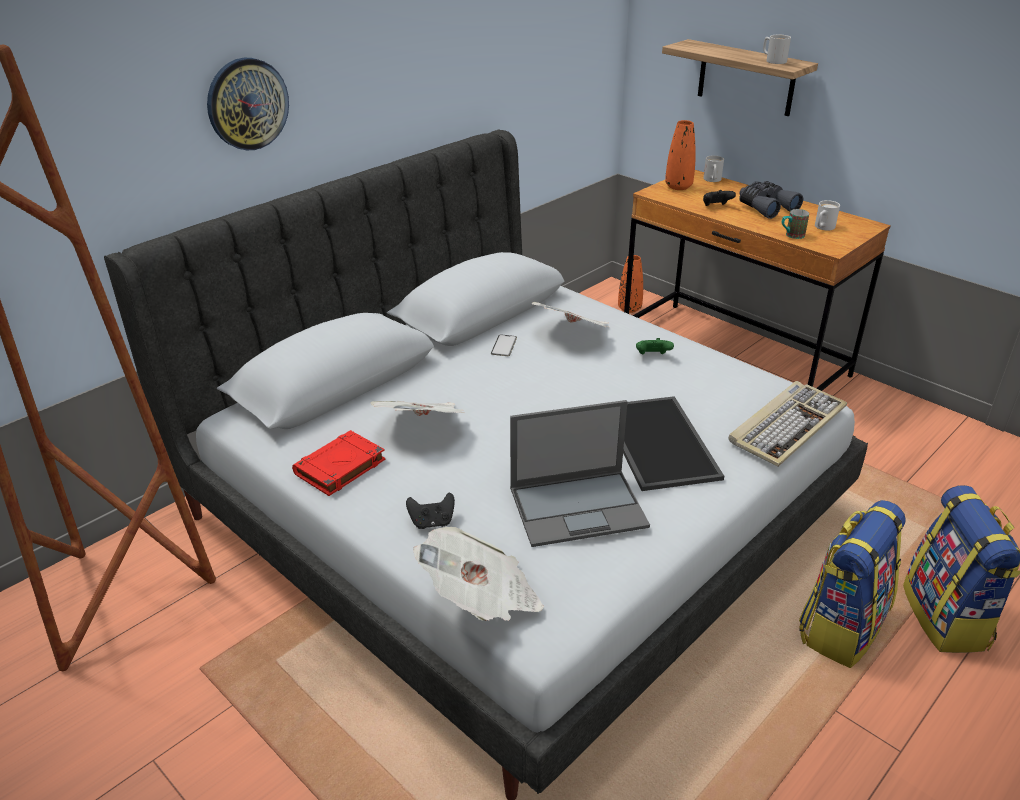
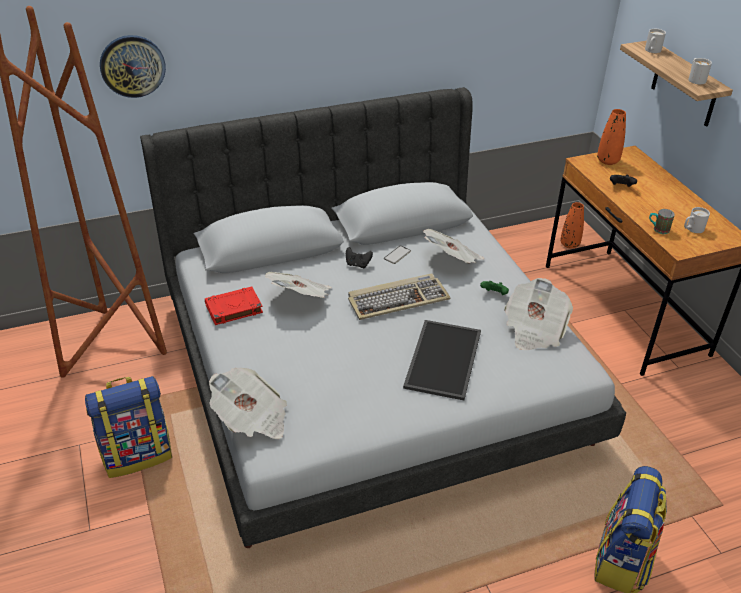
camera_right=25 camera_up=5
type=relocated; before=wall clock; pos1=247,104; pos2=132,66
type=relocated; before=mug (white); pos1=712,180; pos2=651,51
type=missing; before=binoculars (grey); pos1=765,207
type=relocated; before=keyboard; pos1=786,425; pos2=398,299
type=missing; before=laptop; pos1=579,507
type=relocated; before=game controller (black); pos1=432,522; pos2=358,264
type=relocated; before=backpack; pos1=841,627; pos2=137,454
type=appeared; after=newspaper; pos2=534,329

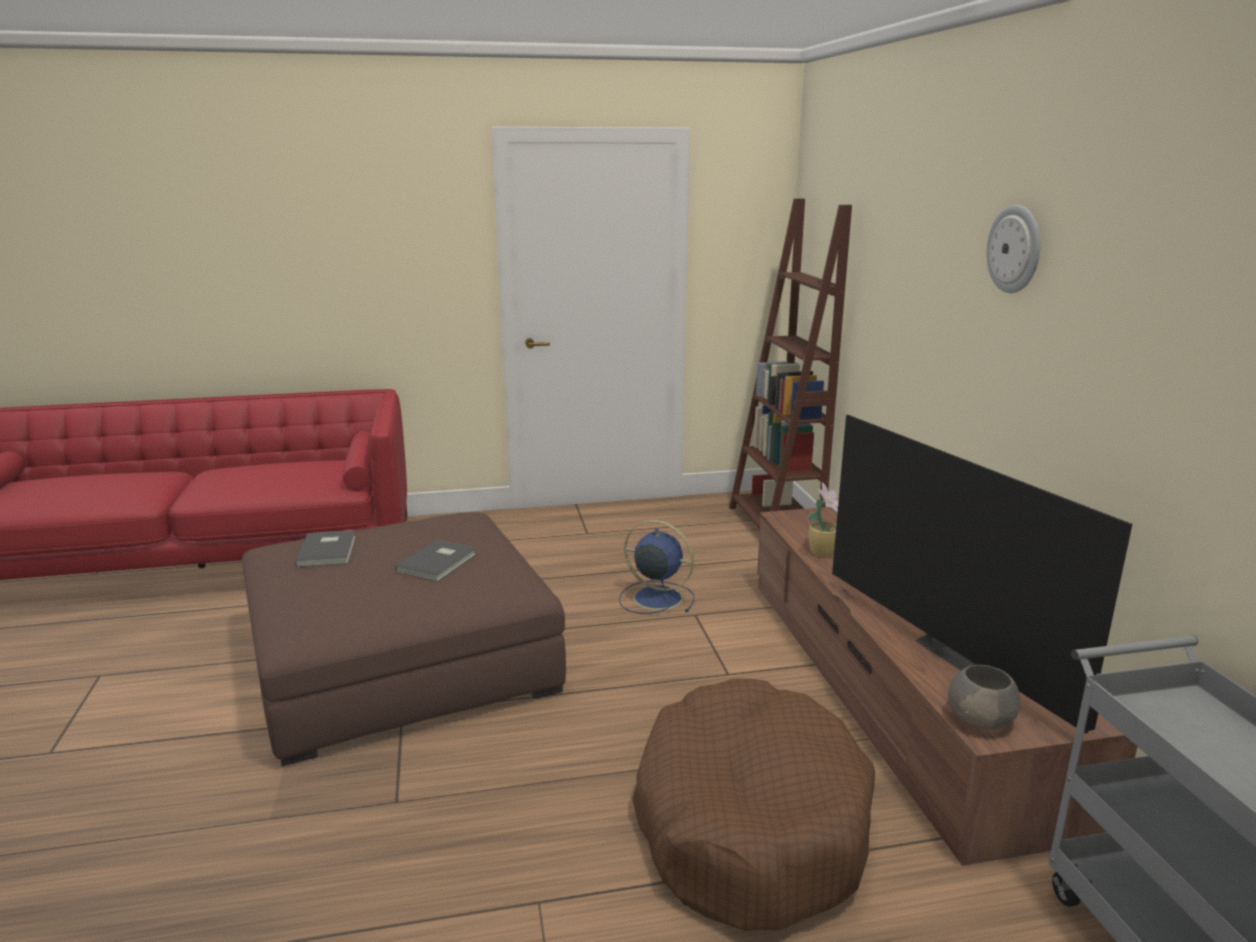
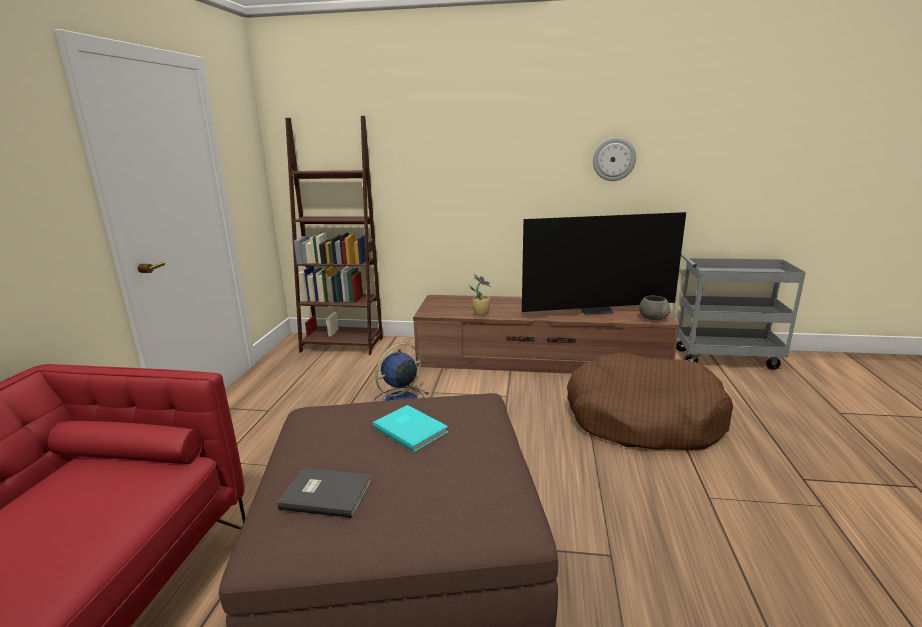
camera_right=-70 camera_up=0
type=relocated; before=wall clock; pos1=1015,249; pos2=614,159
type=colour; before=book (grey); after=book (turquoise); pos1=439,562; pos2=411,428

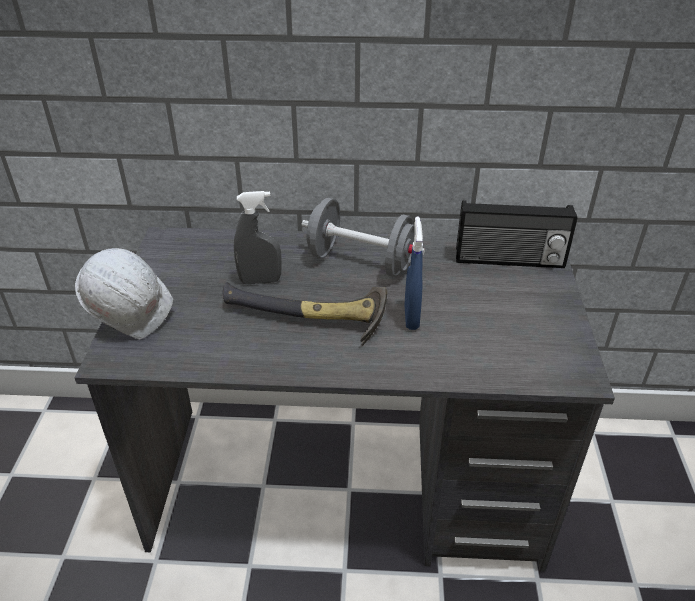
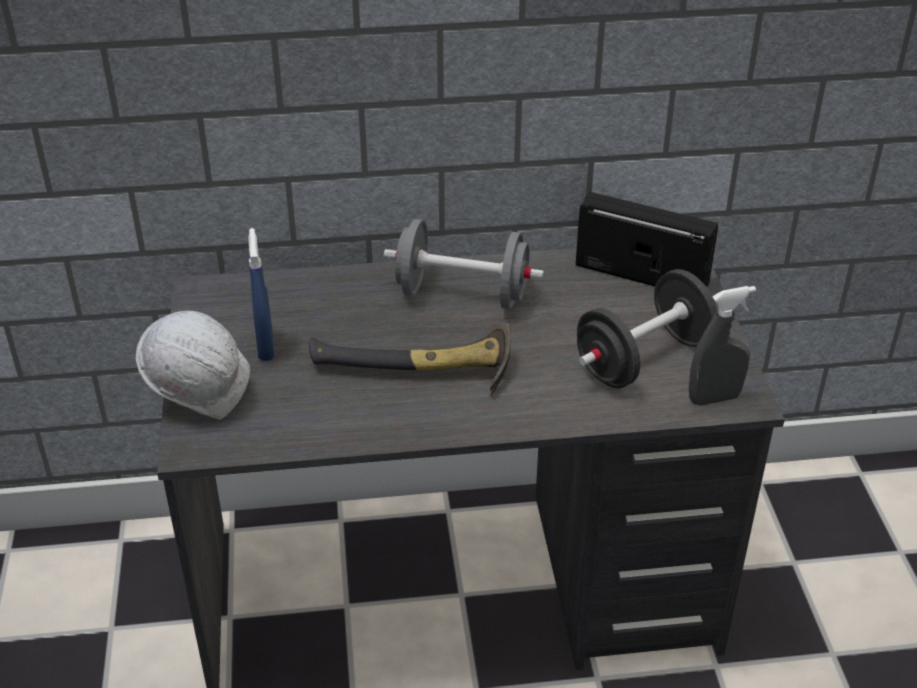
camera_right=-10 camera_up=0
type=relocated; before=spray bottle (grey); pos1=260,281; pos2=714,398
type=spun; before=radio; pos1=509,260; pos2=642,273; turn=-150
type=relocated; before=spray bottle (blue); pos1=411,317; pos2=265,347
type=appeared; after=dumbbell (black); pos2=643,359

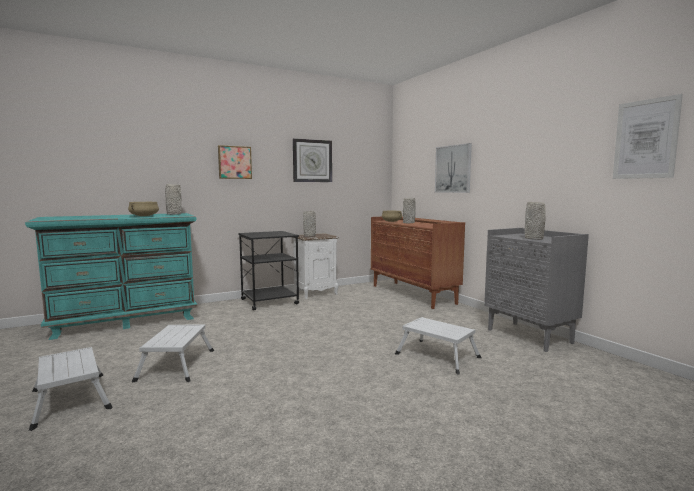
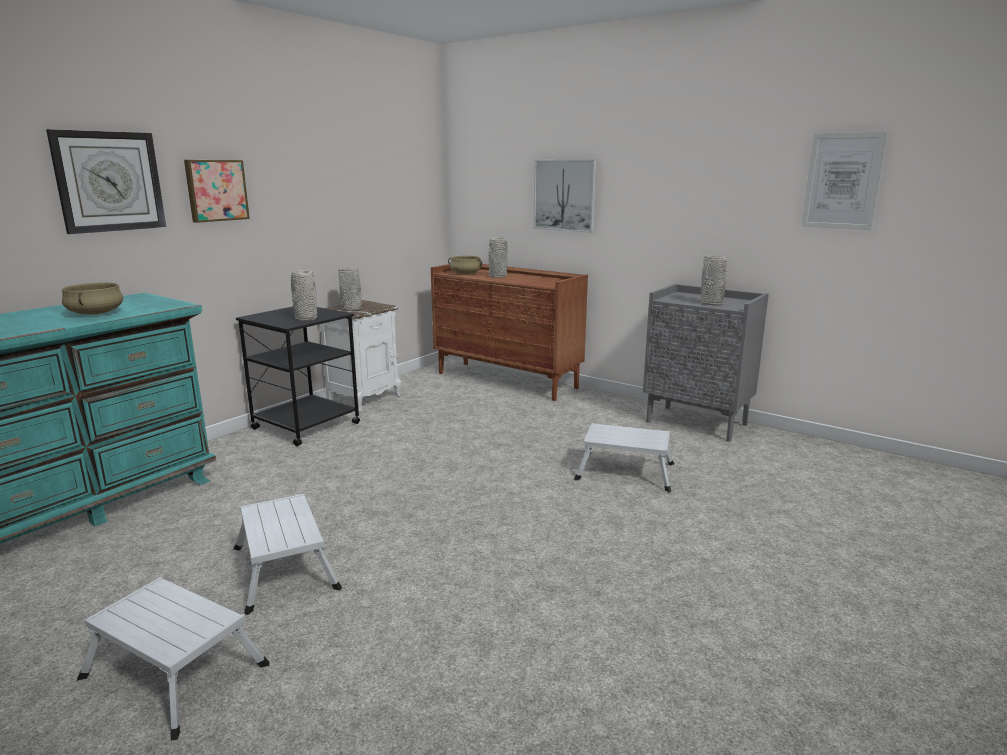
camera_right=-25 camera_up=10
type=relocated; before=wall clock; pos1=312,161; pos2=109,181
type=relocated; before=vase (grey); pos1=174,214; pos2=306,319

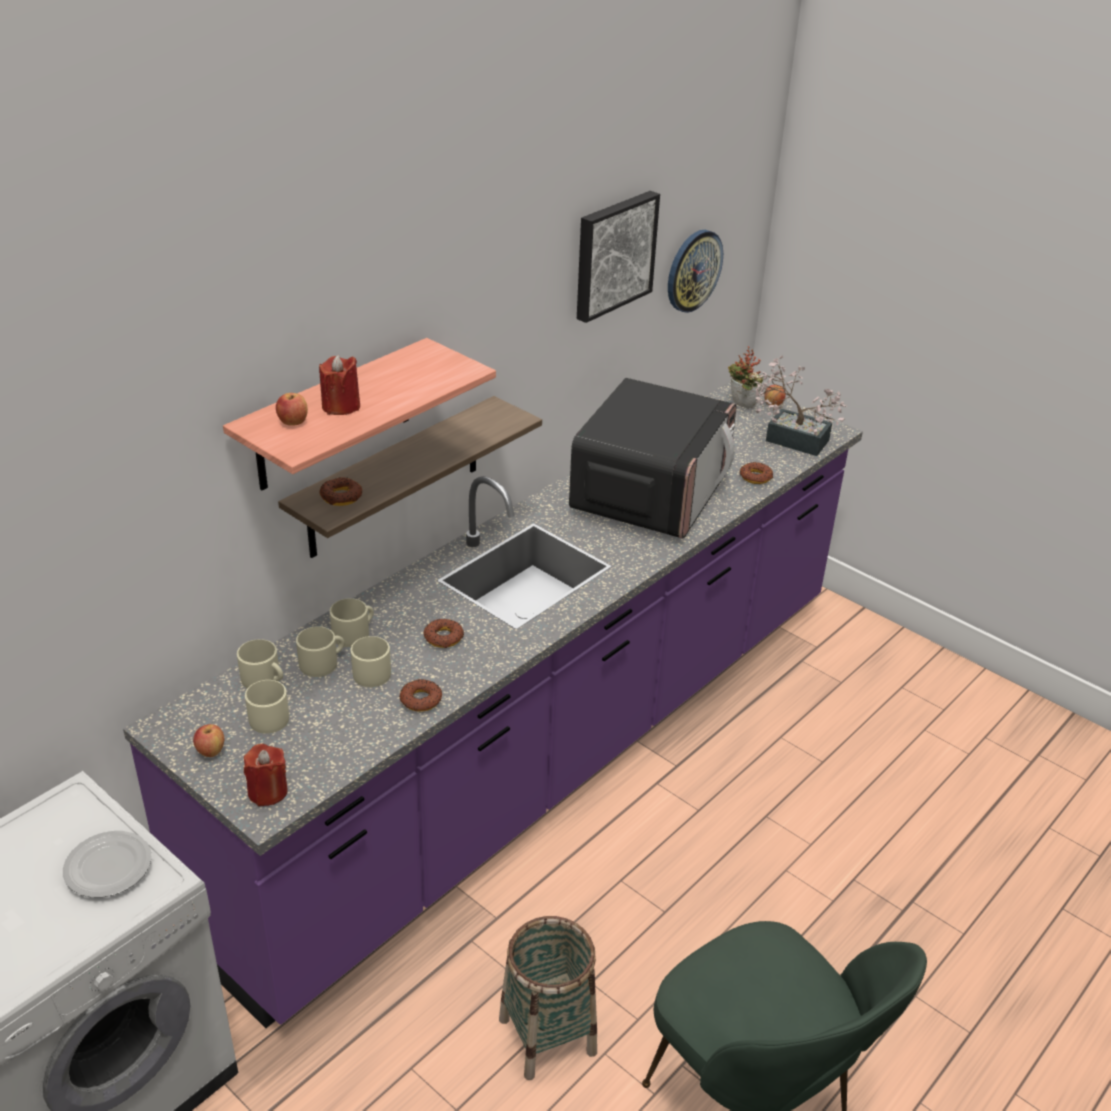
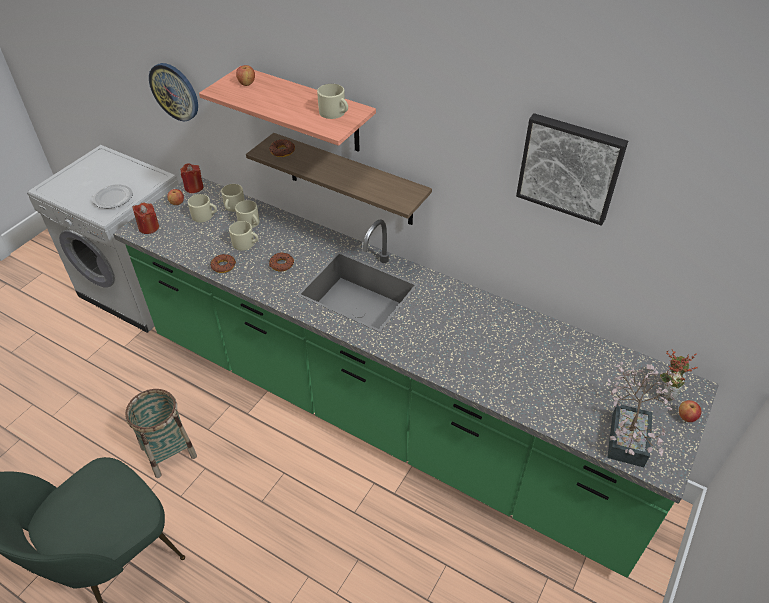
camera_right=80 camera_up=10
type=relocated; before=wall clock; pos1=693,270; pos2=174,91
type=relocated; before=candle (red); pos1=341,406; pos2=194,187
type=missing; before=microwave; pos1=650,493
type=colour; before=counter (purple); after=counter (green); pos1=547,754; pos2=384,415
type=missing; before=donut; pos1=755,477
type=relocated; before=mug (beige); pos1=354,633; pos2=335,113

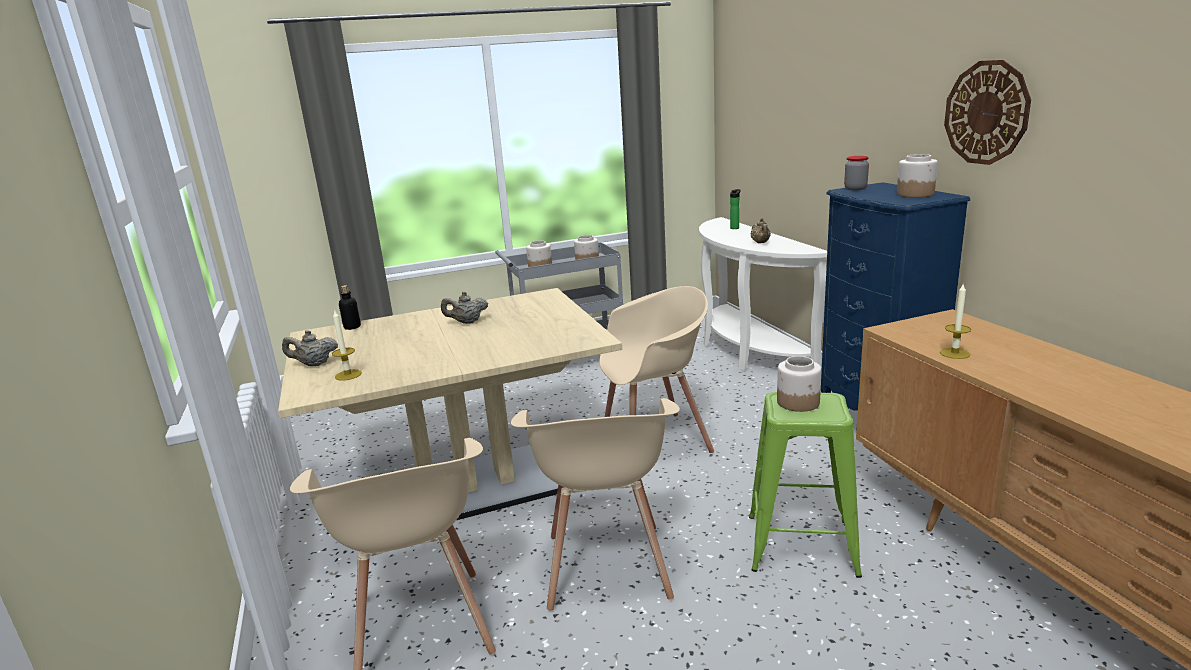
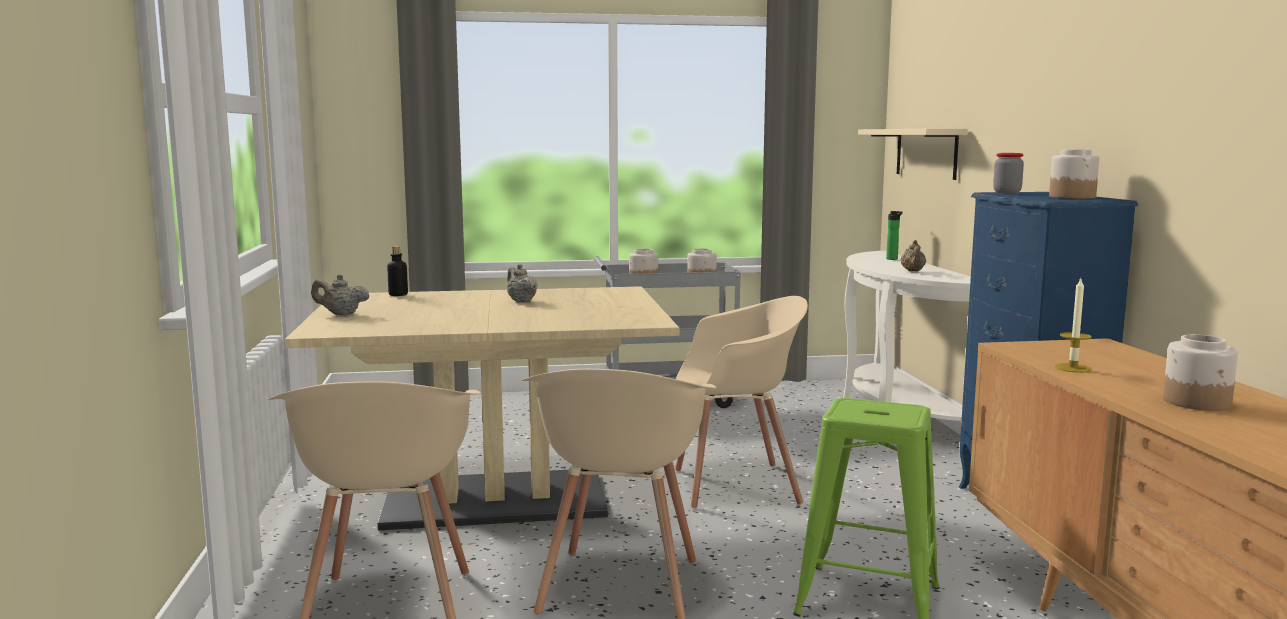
camera_right=10 camera_up=-10
type=missing; before=wall clock; pos1=986,113
type=spun; before=teapot (beige); pos1=467,322; pos2=521,301; turn=60
type=missing; before=candle; pos1=348,375
type=relocated; before=jar; pos1=798,402; pos2=1197,402
type=appeared; after=shelf (beige); pos2=926,153

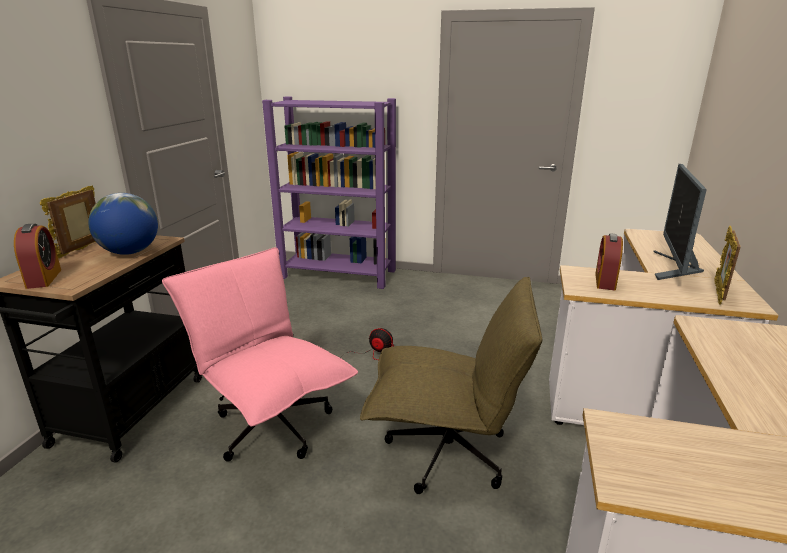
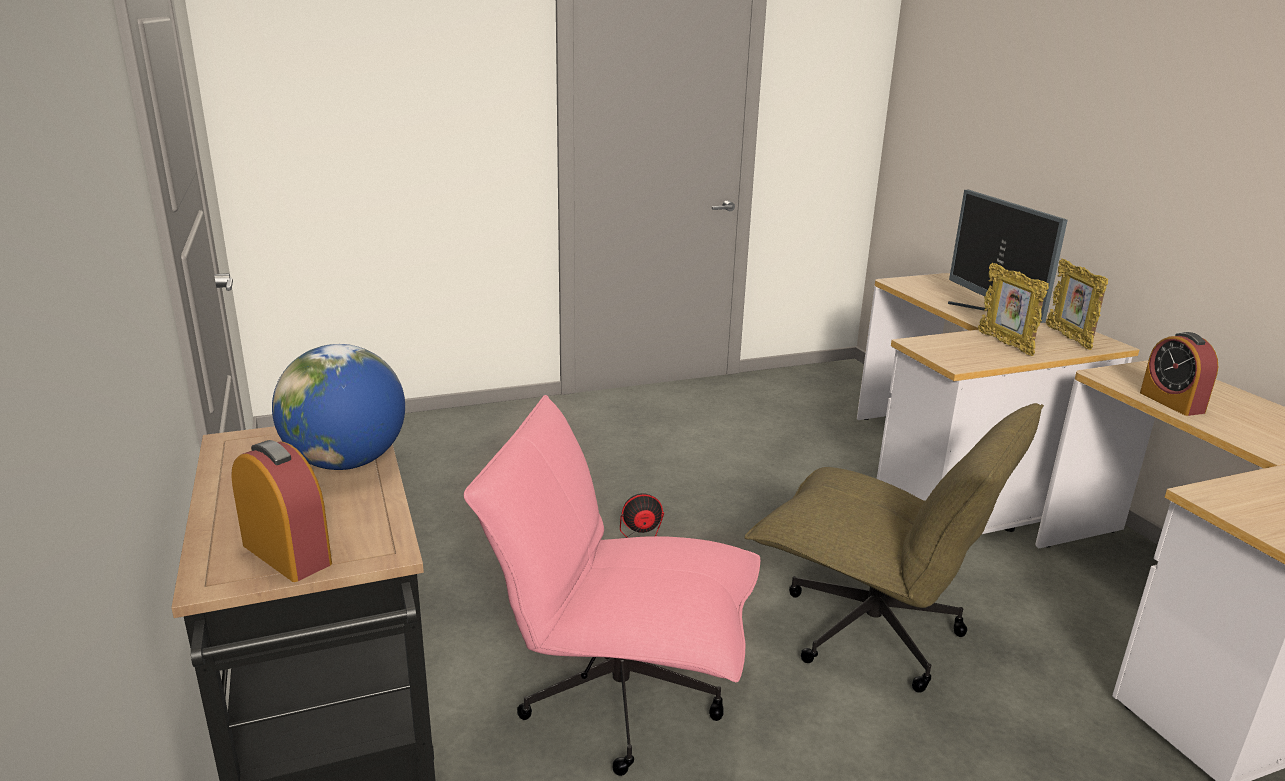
camera_right=-35 camera_up=0
type=missing; before=bookcase (purple); pos1=338,274
type=relocated; before=picture frame; pos1=83,249; pos2=1005,344
type=relocated; before=alarm clock; pos1=605,281; pos2=1171,402
type=spun; before=office chair (beige); pos1=445,451; pos2=868,629; turn=60

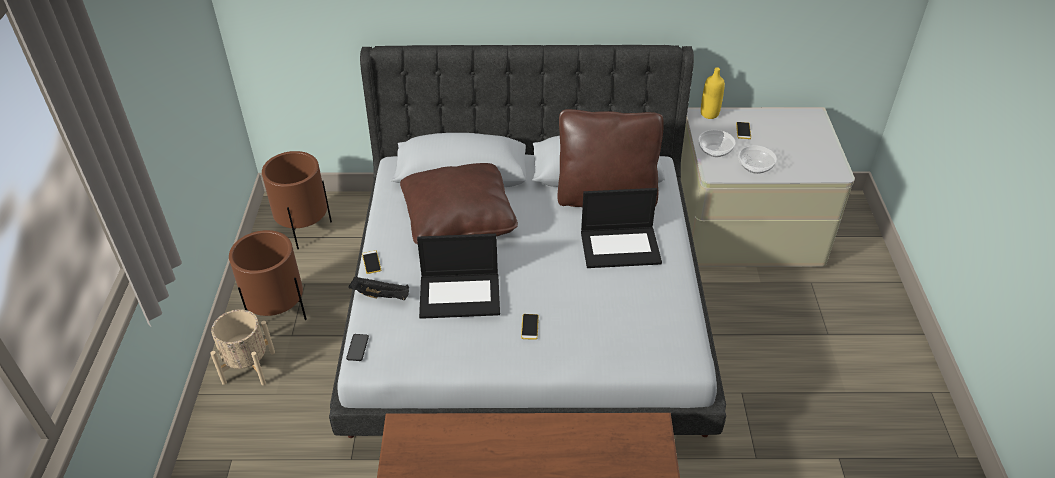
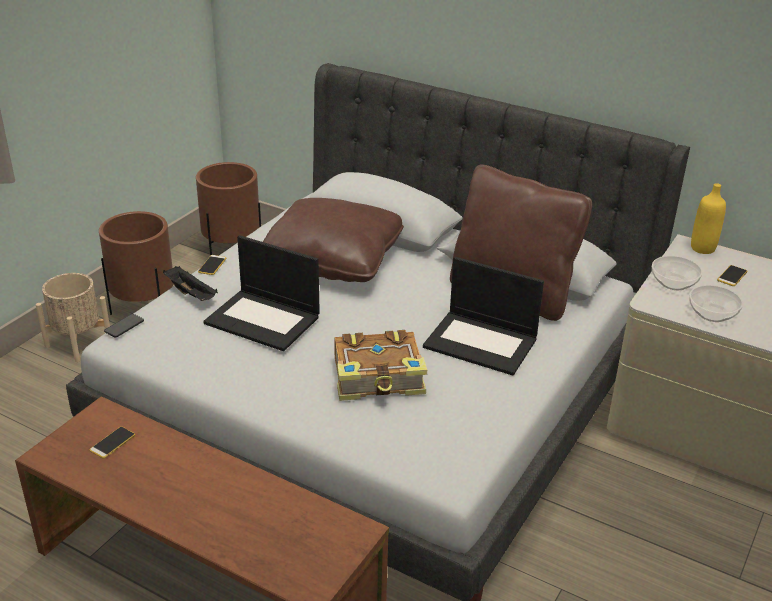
camera_right=30 camera_up=-10
type=relocated; before=phone; pos1=530,327; pos2=112,443
type=appeared; after=book; pos2=379,378

